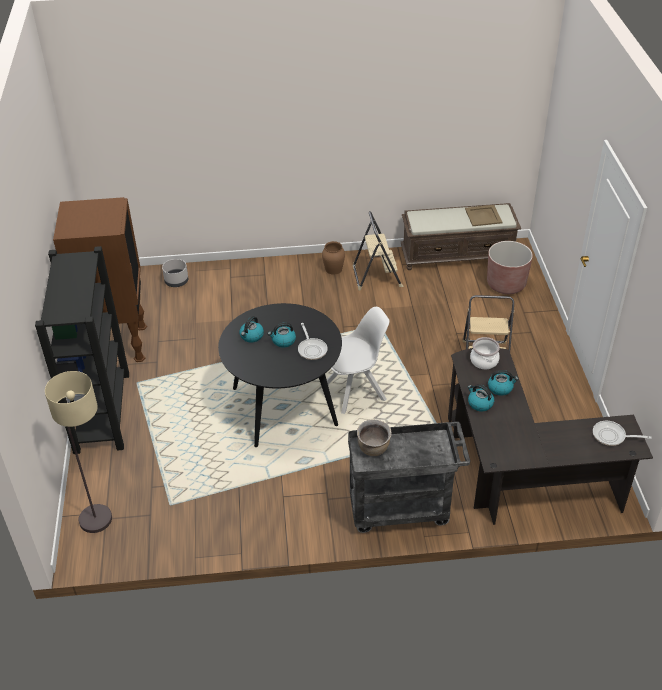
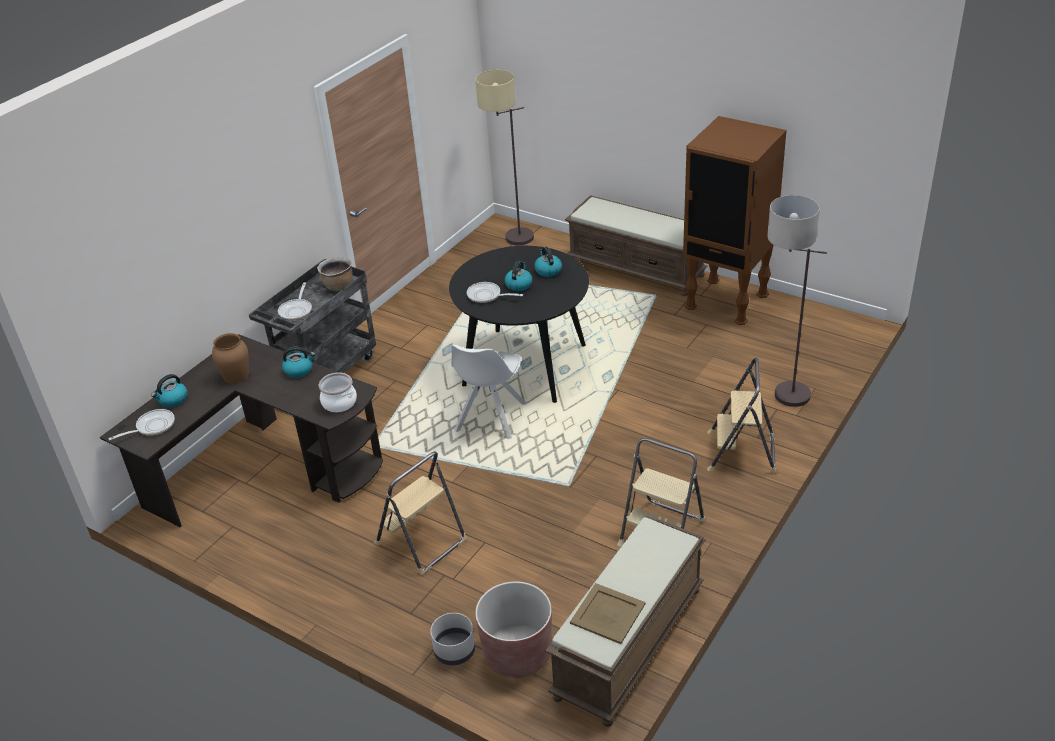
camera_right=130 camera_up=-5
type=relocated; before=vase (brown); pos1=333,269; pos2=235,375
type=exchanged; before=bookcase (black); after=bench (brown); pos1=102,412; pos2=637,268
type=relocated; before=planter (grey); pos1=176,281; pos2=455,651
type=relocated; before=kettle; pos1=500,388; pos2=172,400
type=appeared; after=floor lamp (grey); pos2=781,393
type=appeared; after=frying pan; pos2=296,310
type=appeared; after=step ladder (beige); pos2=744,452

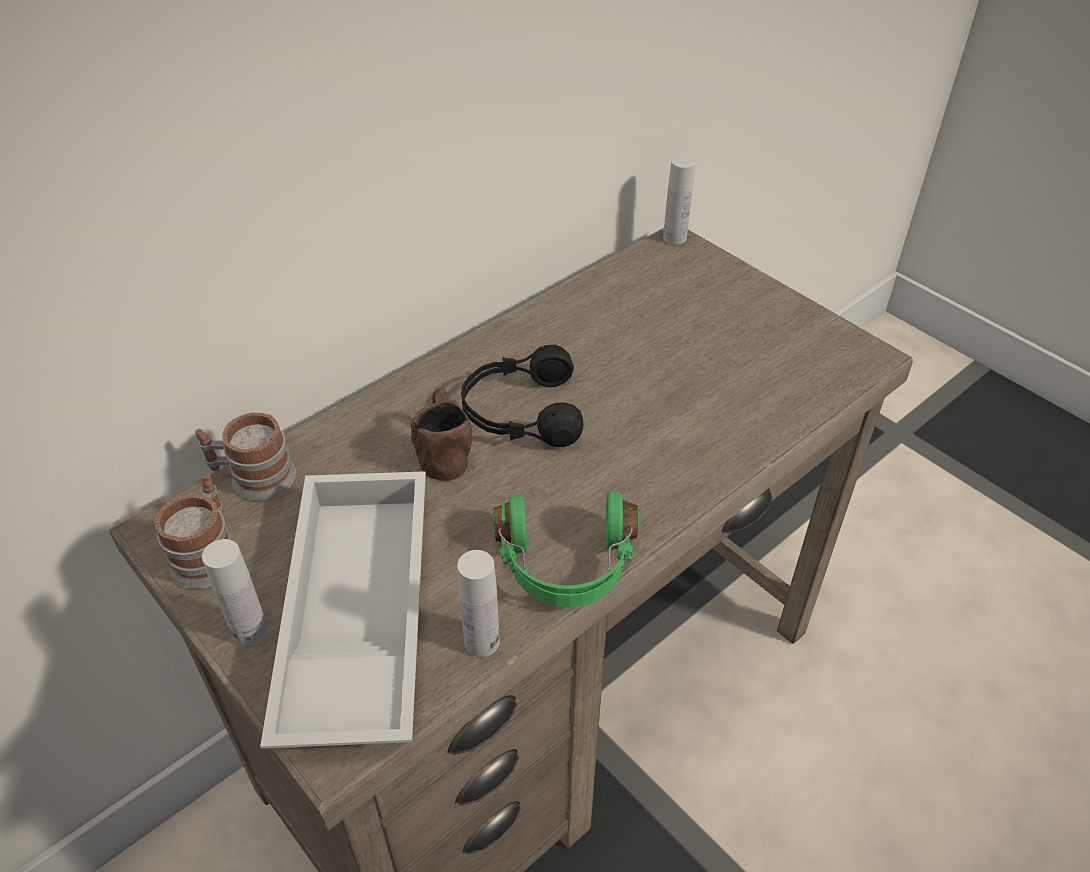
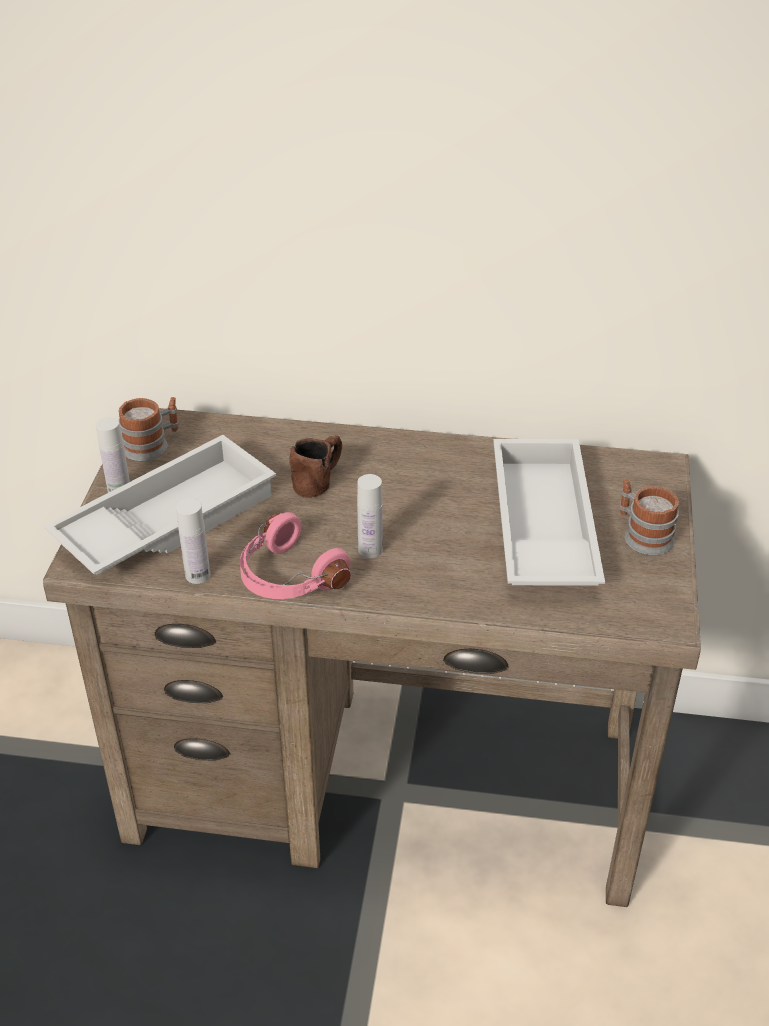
camera_right=50 camera_up=-5
type=relocated; before=bottle (white); pos1=674,237; pos2=370,550
type=missing; before=headphones (black); pos1=520,413
type=relocated; before=mug; pos1=253,477; pos2=642,534
type=colour; before=headphones (green); after=headphones (pink); pos1=566,565; pos2=288,577
type=appeared; after=tray (white); pos2=539,526

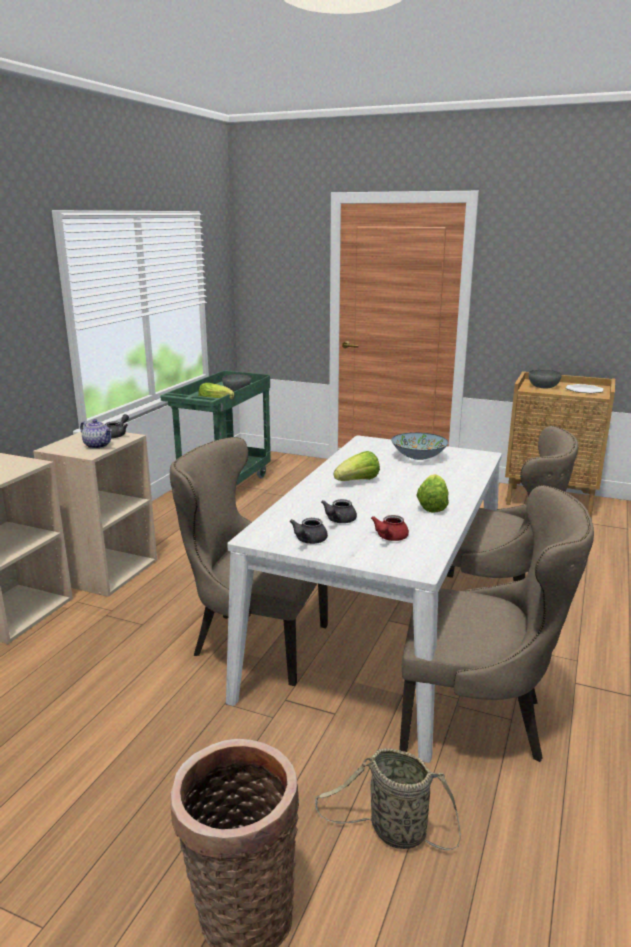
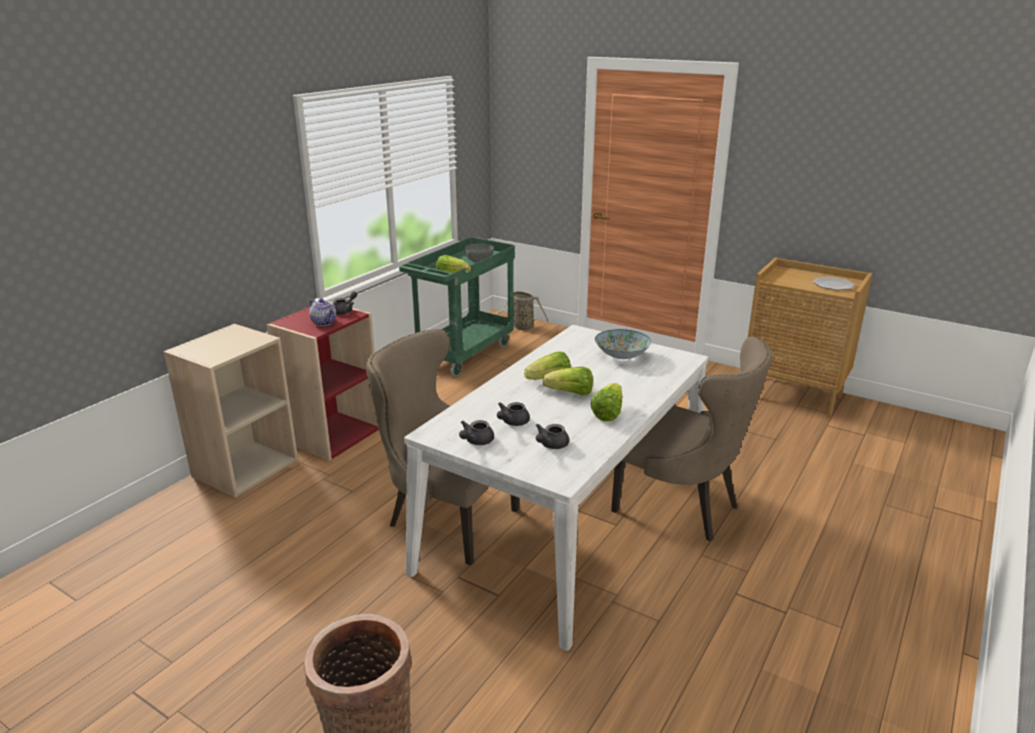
camera_right=10 camera_up=5
type=missing; before=bowl (grey); pos1=543,386
type=colour; before=bookcase (beige); after=bookcase (red); pos1=106,570; pos2=333,434
type=missing; before=chair (beige); pos1=478,719
type=colour; before=teapot (red); after=teapot (grey); pos1=389,538; pos2=551,445
type=relocated; before=basket; pos1=393,831; pos2=521,327
type=appeared; after=lettuce; pos2=570,393

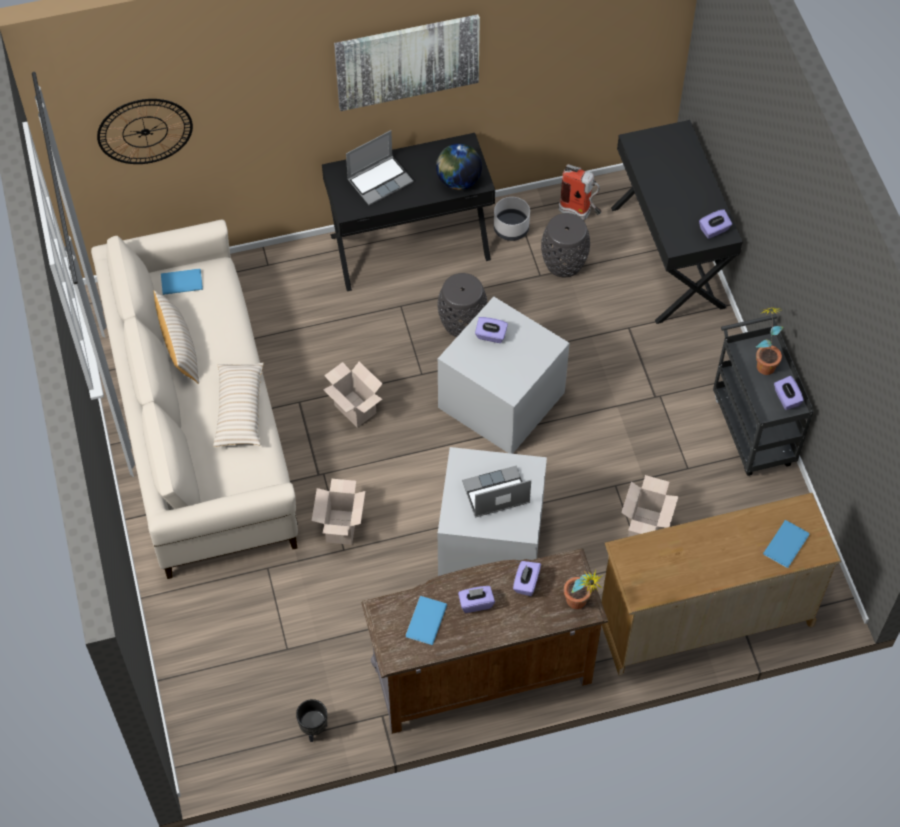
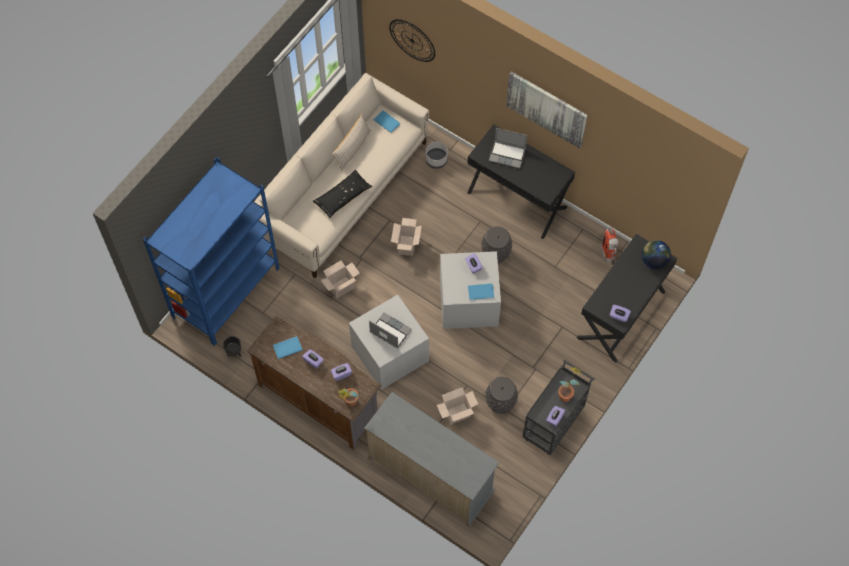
camera_right=50 camera_up=5
type=relocated; before=globe; pos1=458,180; pos2=653,261
type=relocated; before=planter (grey); pos1=511,228; pos2=436,160
type=relocated; before=stool (grey); pos1=563,263; pos2=500,402
type=colour; before=pillow (beige); after=pillow (black); pos1=239,410; pos2=342,197
type=colour; before=cabinet (brown); after=cabinet (grey); pos1=703,617; pos2=430,474
type=relocated; before=book (blue); pos1=788,544; pos2=481,292
type=appeared; after=bookcase (blue); pos2=226,292

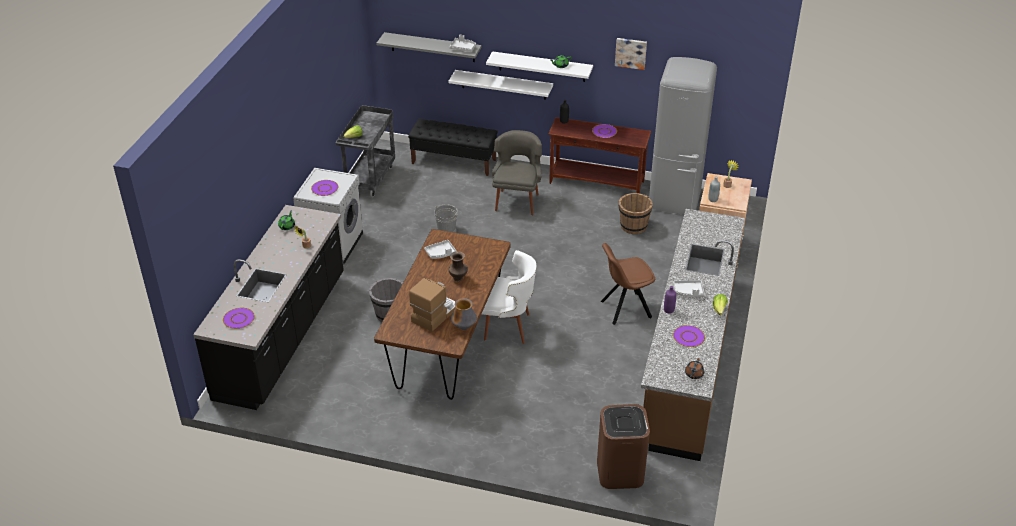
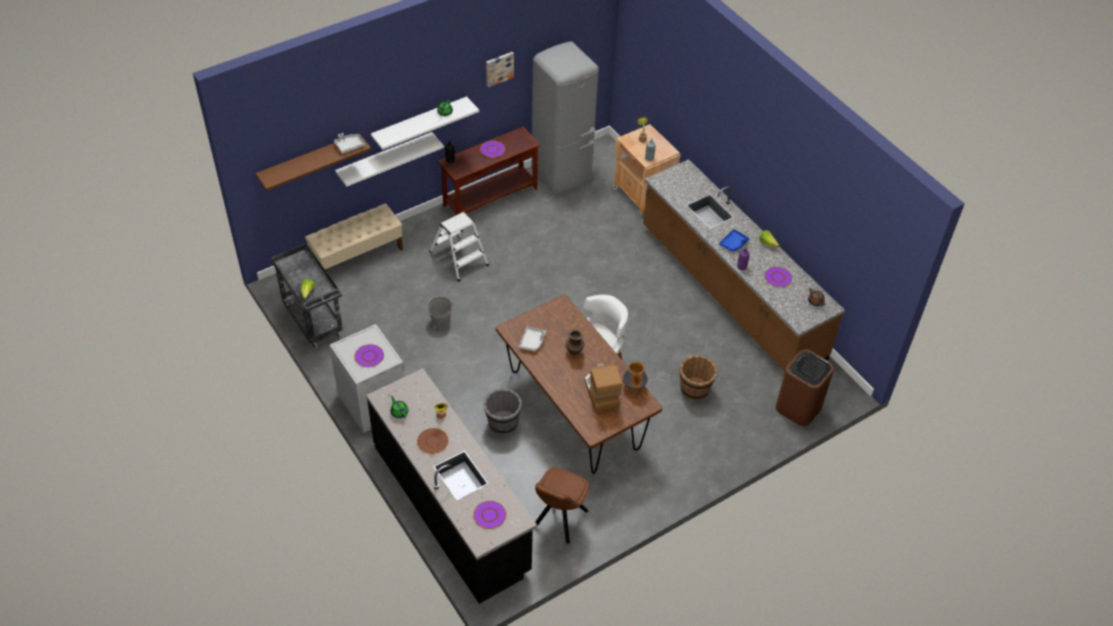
camera_right=-50 camera_up=10
type=colour; before=shelf (grey); after=shelf (brown); pos1=432,47; pos2=309,161
type=colour; before=bench (black); after=bench (beige); pos1=454,161; pos2=357,256
type=exchanged; before=chair (grey); after=step ladder (white); pos1=516,203; pos2=458,258
type=relocated; before=bucket (brown); pos1=633,226; pos2=694,389
type=relocated; before=chair (brown); pos1=625,309; pos2=559,519
type=colour; before=tray (grey); after=tray (blue); pos1=688,292; pos2=733,244
type=appeared; after=plate (brown); pos2=432,441

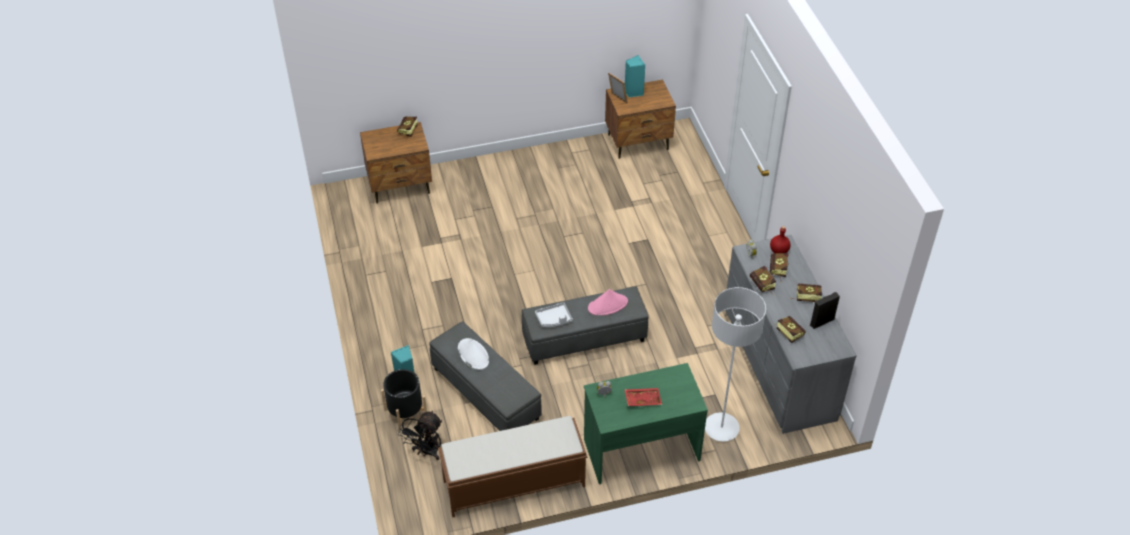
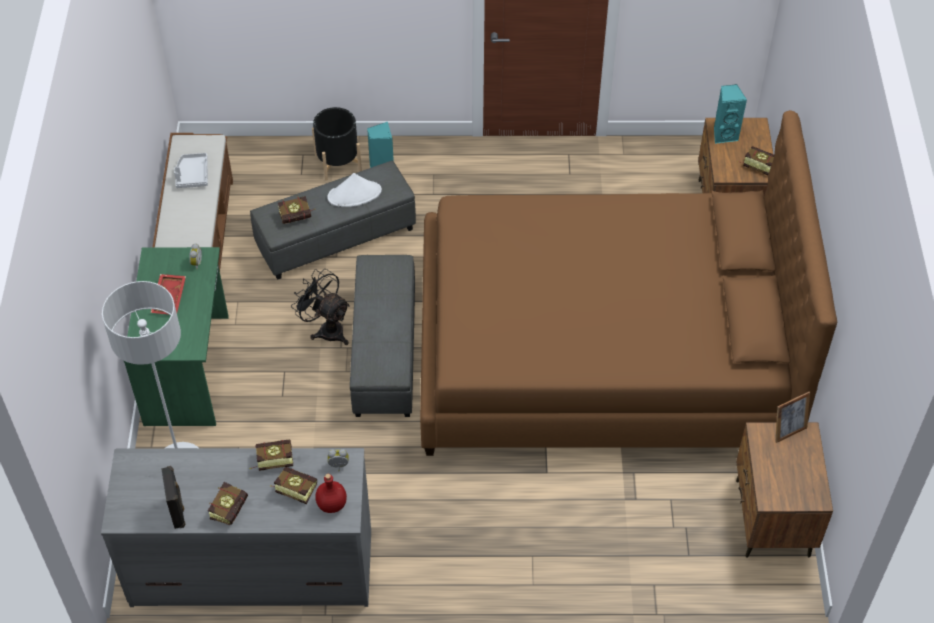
camera_right=105 camera_up=5
type=relocated; before=speaker (turquoise); pos1=633,92; pos2=724,134
type=missing; before=hat (pink); pos1=608,305
type=relocated; before=tray (grey); pos1=554,319; pos2=192,175
type=relocated; before=book; pos1=788,331; pos2=299,217
type=relocated; before=fan (black); pos1=426,452; pos2=326,329
type=appeared; after=bed (brown); pos2=604,352

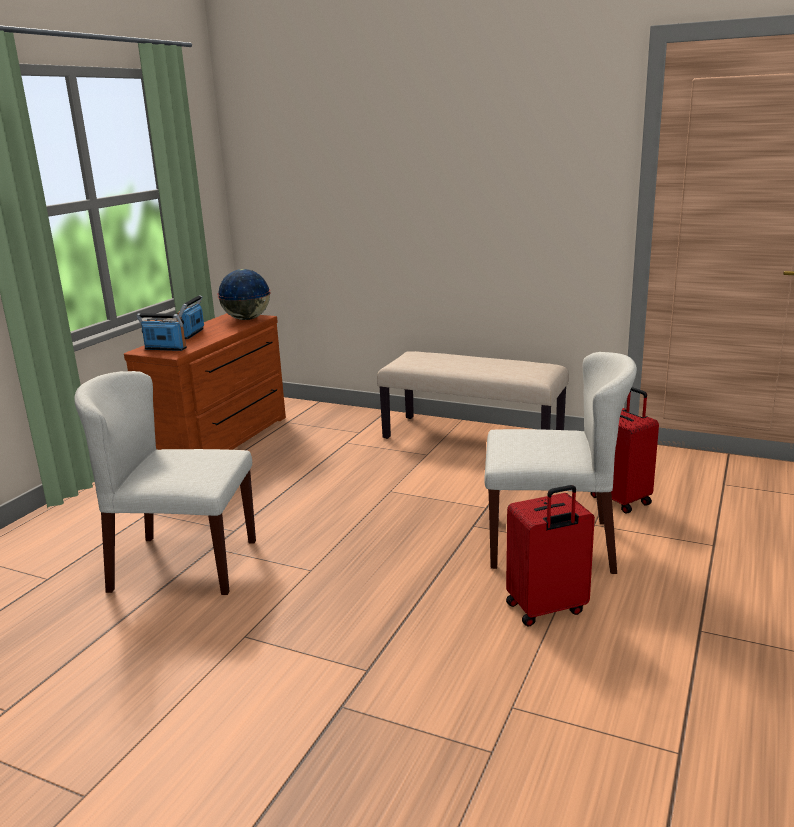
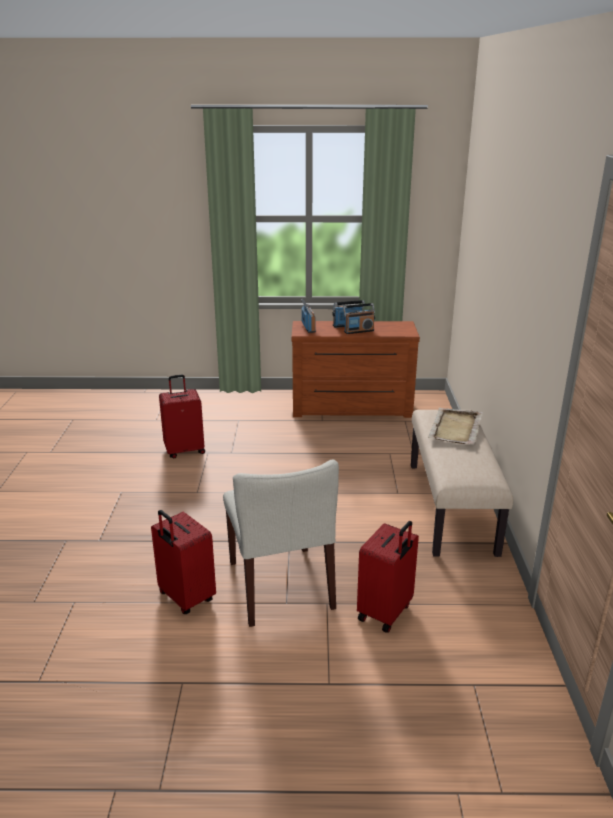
camera_right=65 camera_up=5
type=missing; before=globe; pos1=247,319
type=exchanged; before=chair (beige); after=suitcase (red); pos1=183,565; pos2=184,450
type=appeared; after=radio; pos2=358,331
type=appeared; after=tray (beige); pos2=455,428

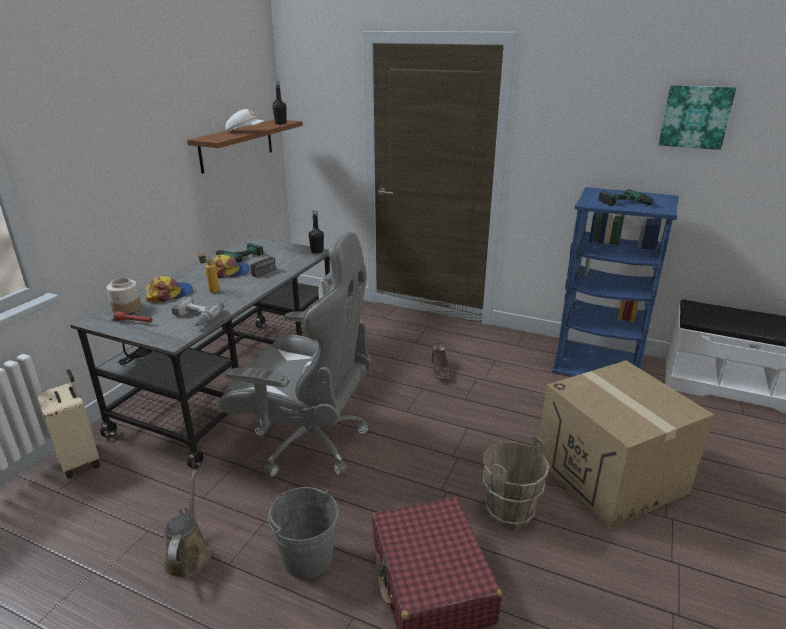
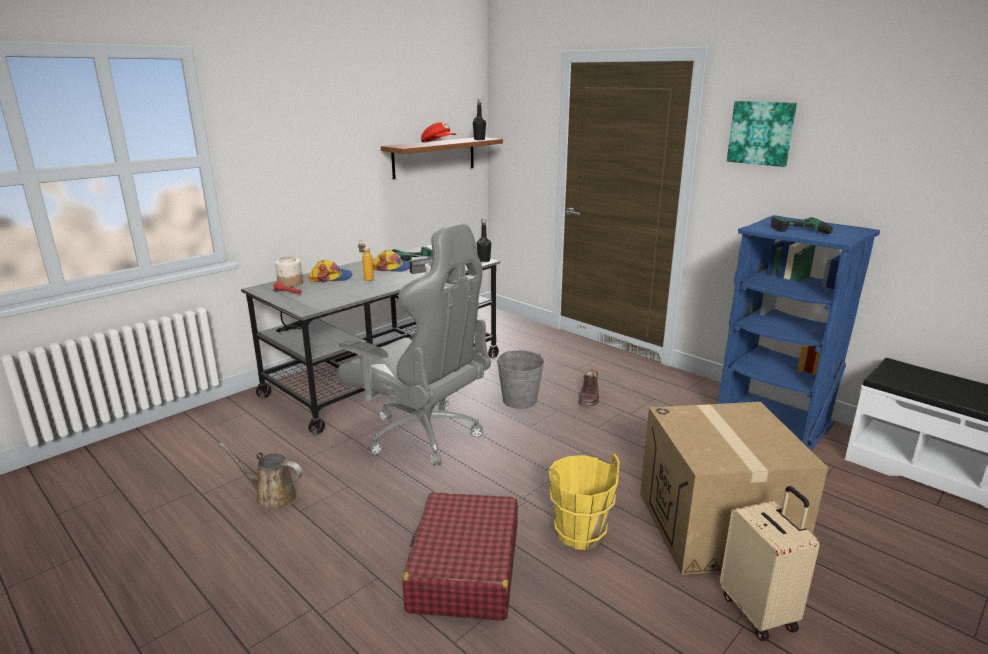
camera_right=20 camera_up=-5
type=relocated; before=picture; pos1=695,117; pos2=761,133
type=colour; before=cap (white); after=cap (red); pos1=245,131; pos2=438,143
type=missing; before=power drill; pos1=194,318
type=relocated; before=suitcase (beige); pos1=81,460; pos2=759,612
type=colour; before=bucket (brown); after=bucket (yellow); pos1=508,512; pos2=579,533
type=spun; before=watering can (brown); pos1=188,555; pos2=272,496; turn=-90
type=relocated; before=bucket (grey); pos1=307,558; pos2=519,400

